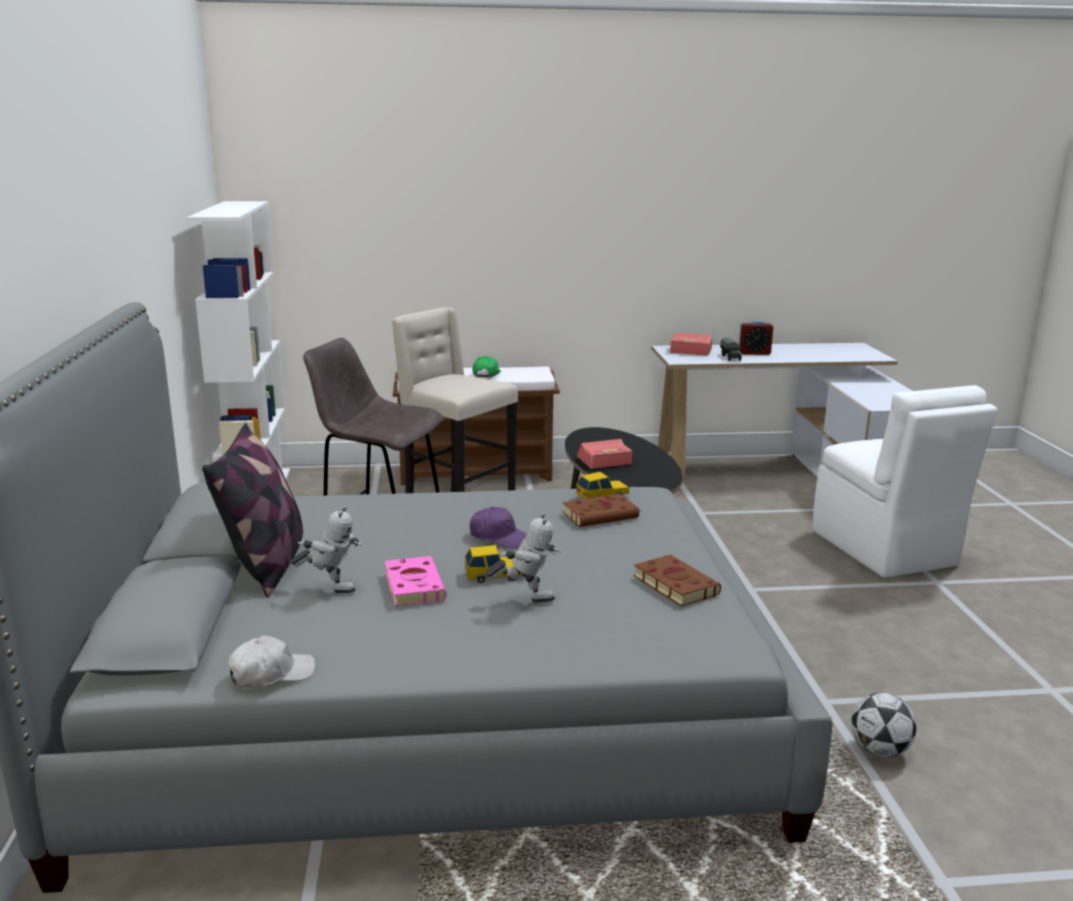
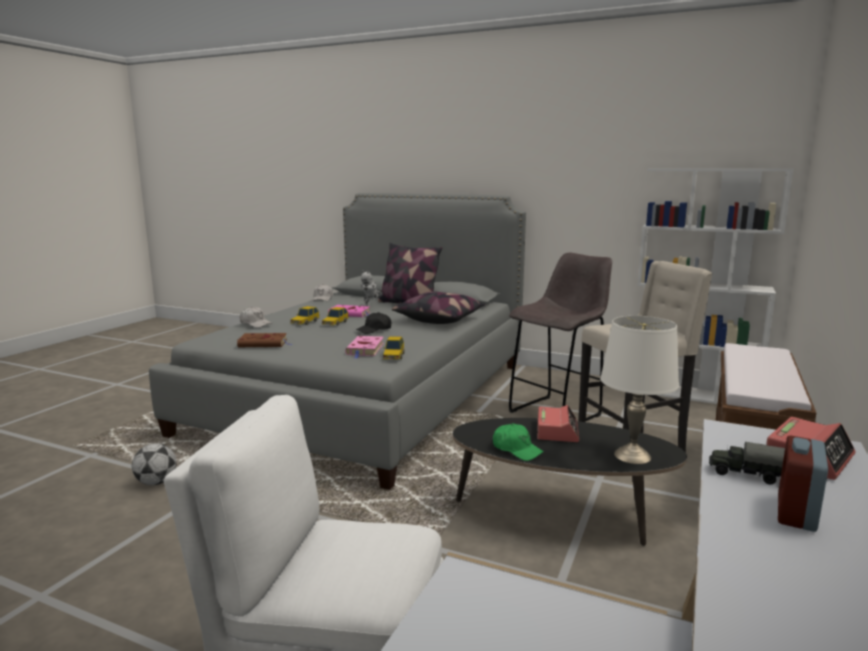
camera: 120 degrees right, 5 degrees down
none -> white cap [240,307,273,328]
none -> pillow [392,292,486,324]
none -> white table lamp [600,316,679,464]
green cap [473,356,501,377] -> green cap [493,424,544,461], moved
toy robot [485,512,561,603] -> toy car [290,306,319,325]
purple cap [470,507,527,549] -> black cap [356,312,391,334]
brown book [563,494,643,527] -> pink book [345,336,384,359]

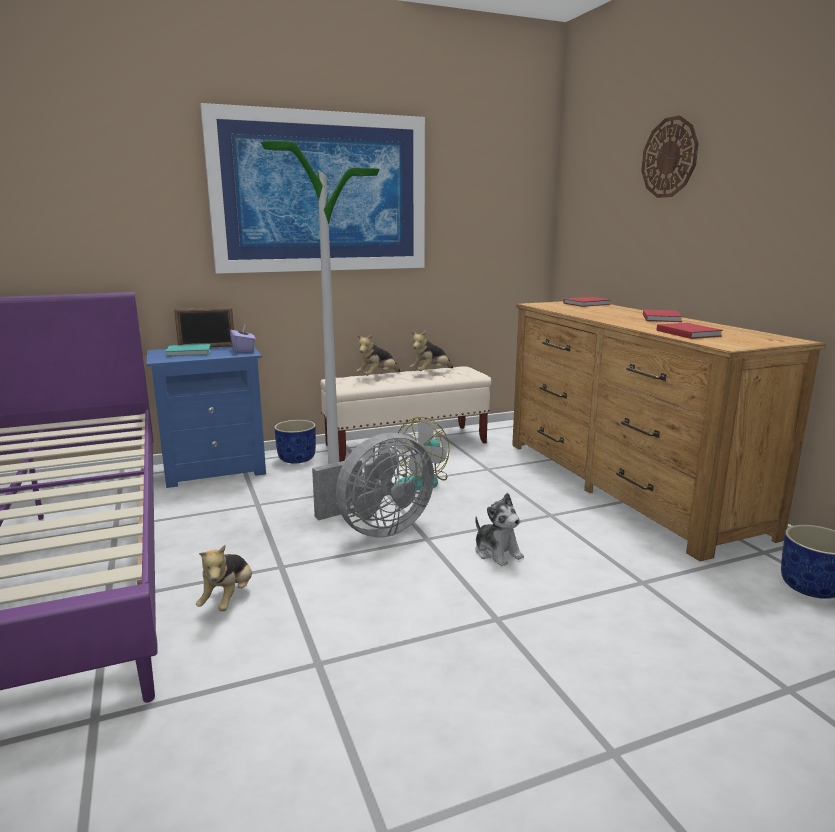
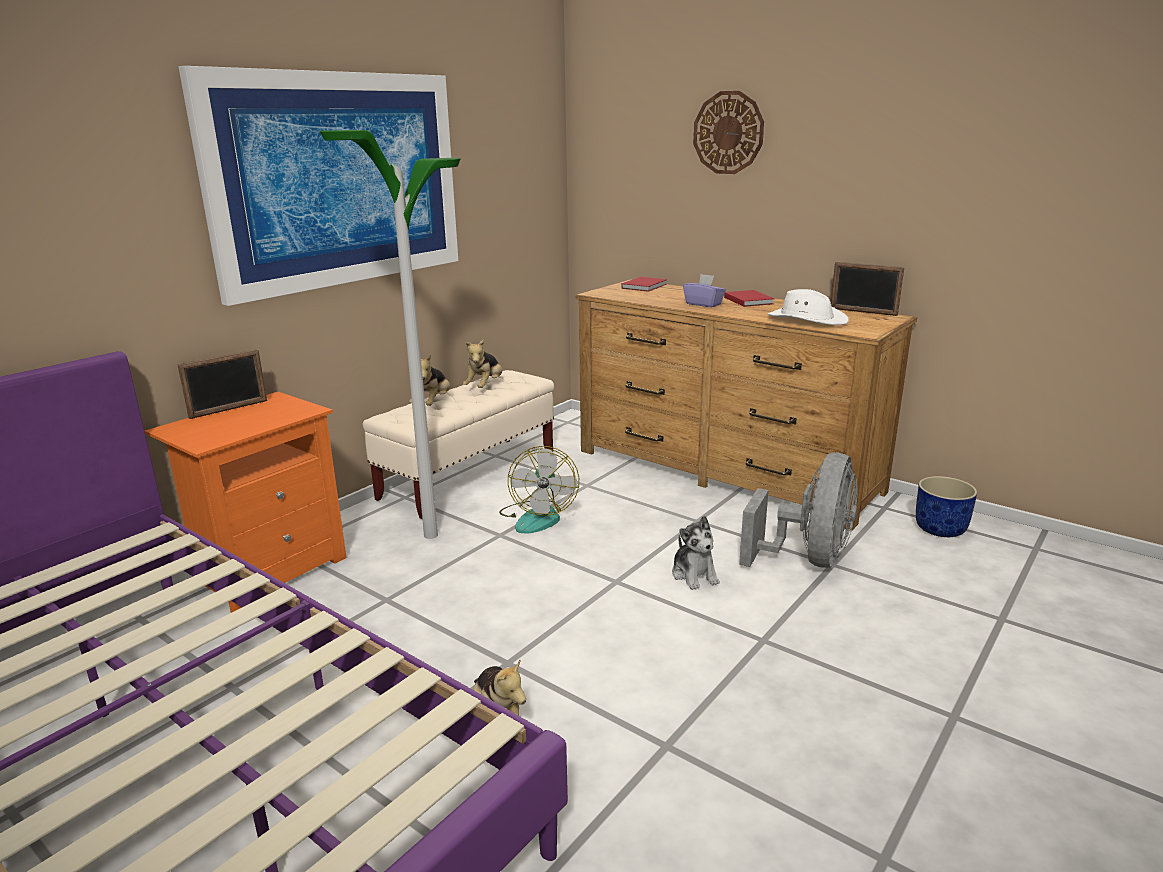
camera: 30 degrees left, 5 degrees up
turquoise book [165,344,211,357] -> none
blue planter [274,420,316,464] -> none
none -> picture frame [831,262,904,316]
purple tissue box [230,324,255,353] -> purple tissue box [683,274,726,307], moved
grey fan [312,433,434,538] -> grey fan [739,452,857,568], moved
red book [656,323,723,339] -> white hat [768,289,849,325]
blue nightstand [147,347,266,488] -> orange nightstand [145,392,347,613]
plush toy [475,493,524,566] -> plush toy [672,516,720,590], 45 degrees clockwise

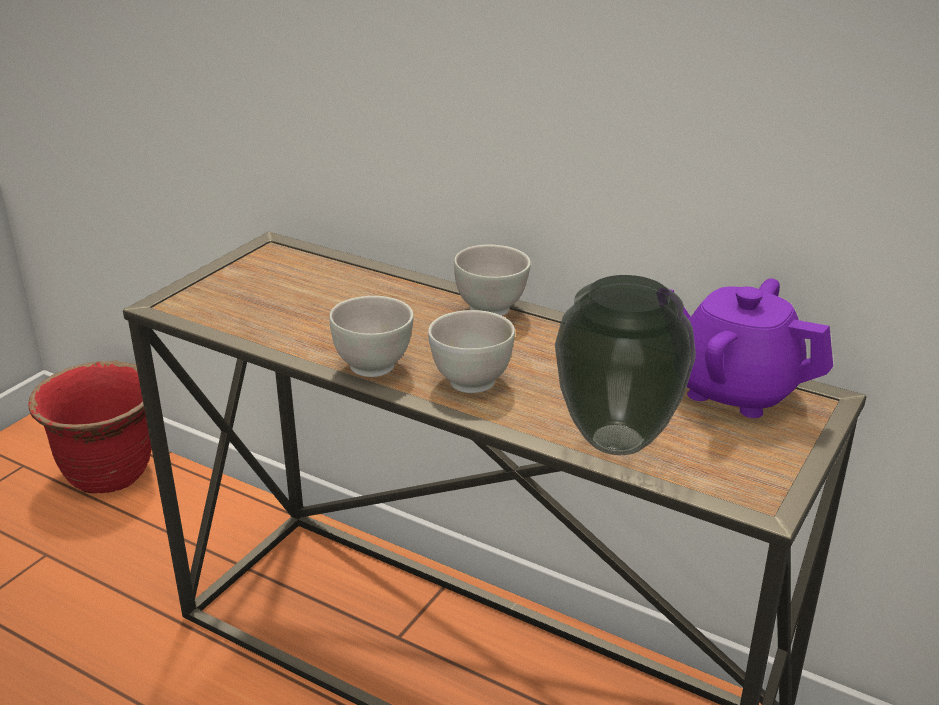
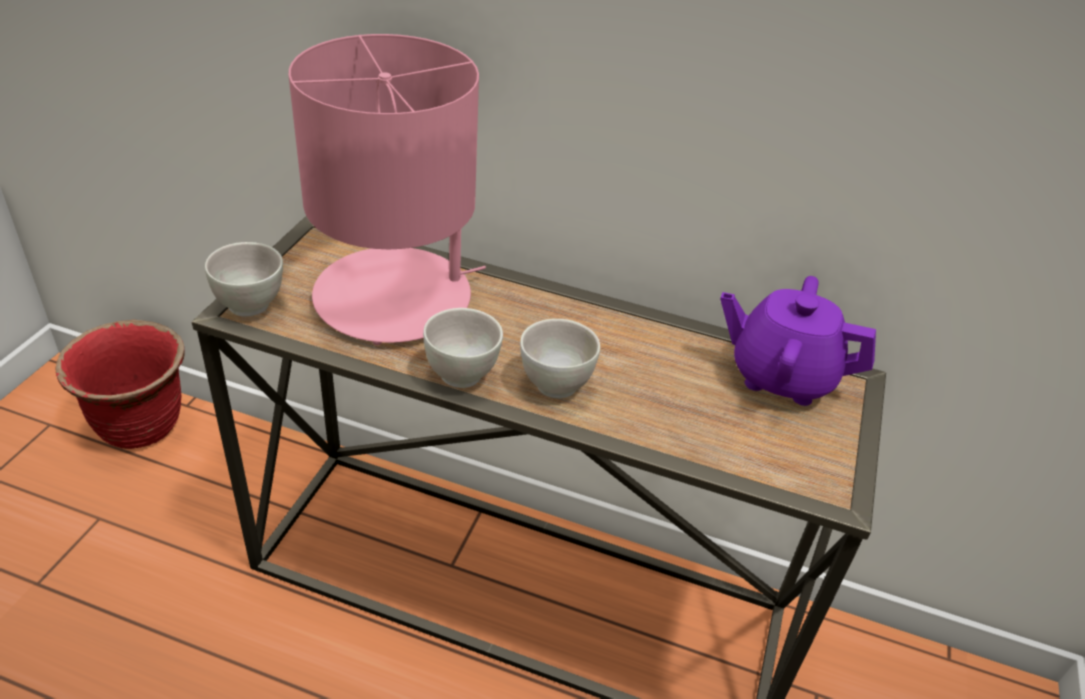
camera: 15 degrees left, 10 degrees up
vase [555,275,696,455] -> none
none -> pink table lamp [289,34,486,345]
white bowl [454,245,531,316] -> white bowl [205,242,283,317], moved

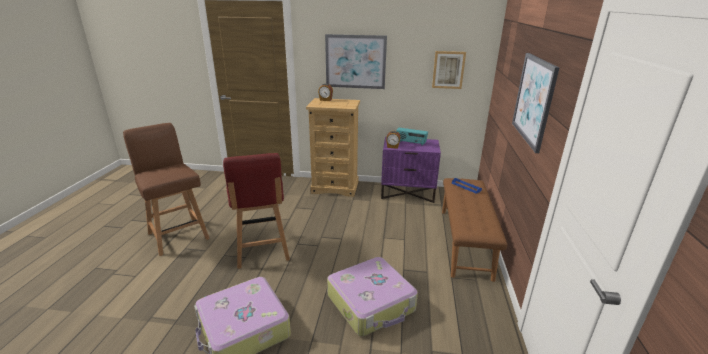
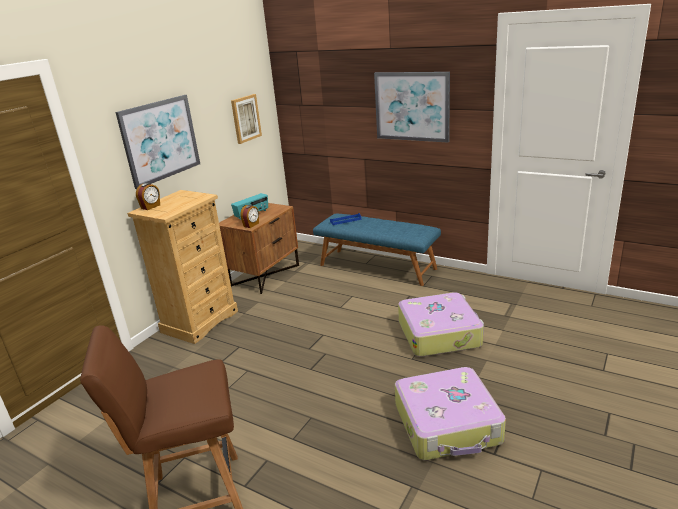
camera: 65 degrees left, 0 degrees up
red chair [223,153,290,269] -> none
purple nightstand [381,137,441,203] -> brown nightstand [219,203,299,294]
brown bench [442,178,507,282] -> blue bench [313,214,441,286]

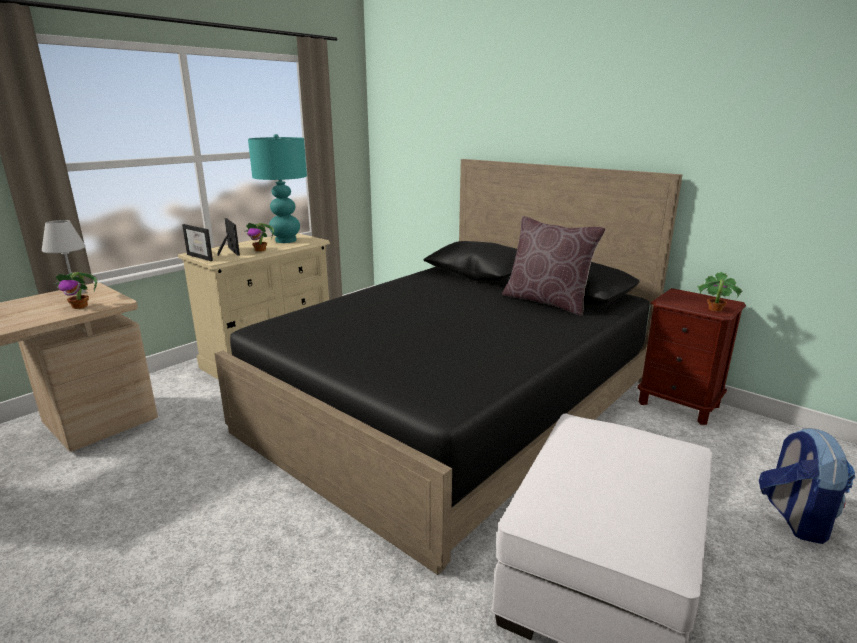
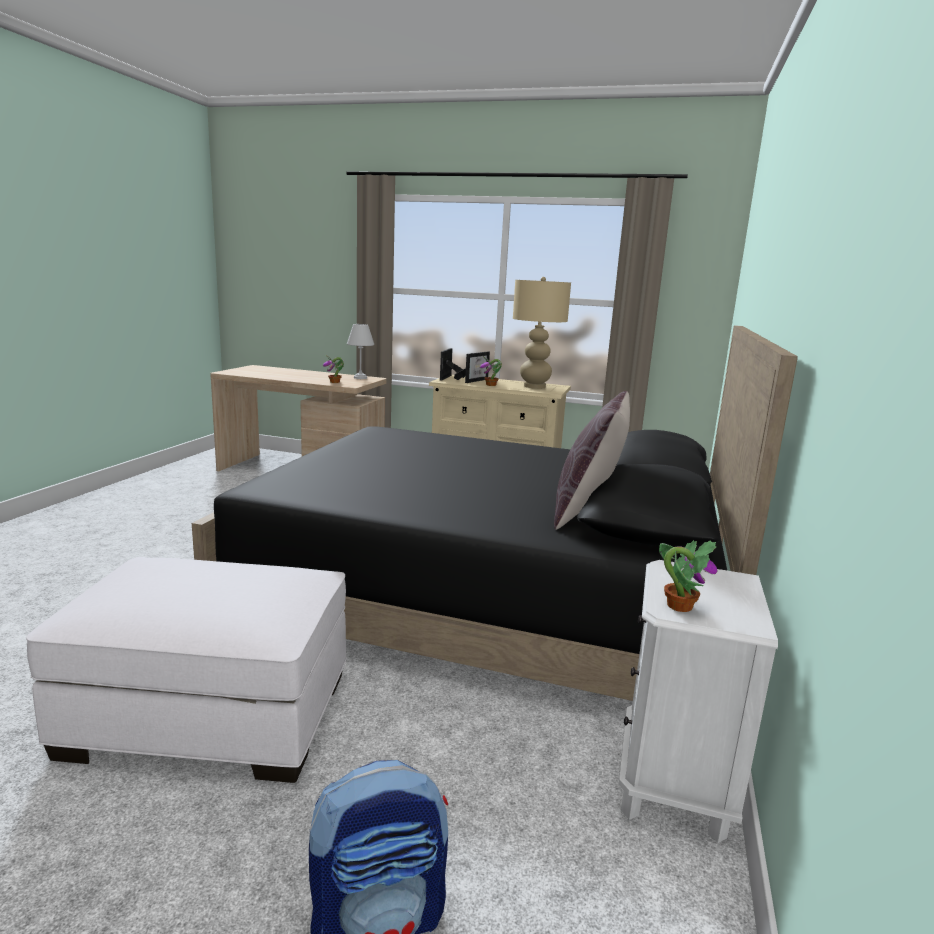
camera: 65 degrees right, 5 degrees down
turquoise table lamp [248,134,307,243] -> beige table lamp [513,277,571,389]
brown nightstand [638,288,746,425] -> white nightstand [619,560,778,843]

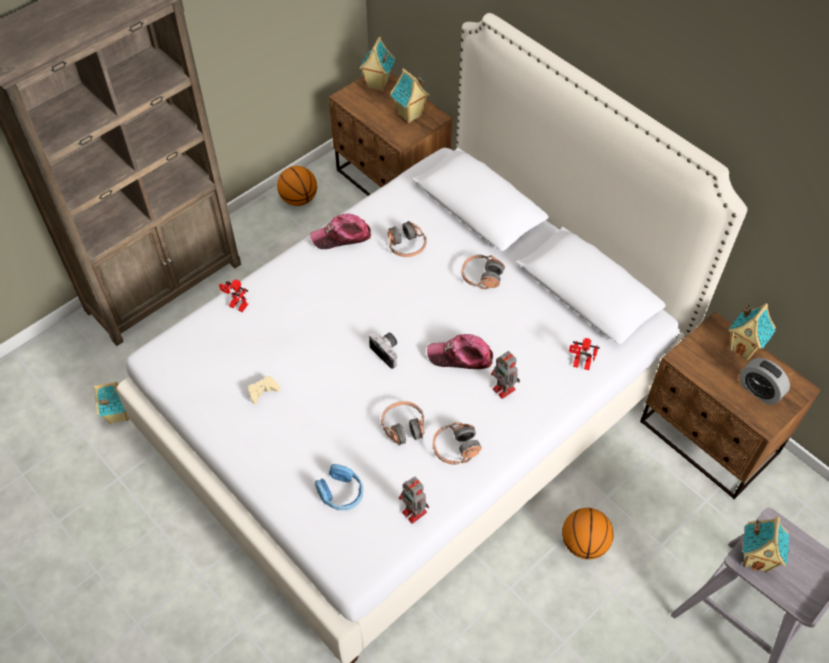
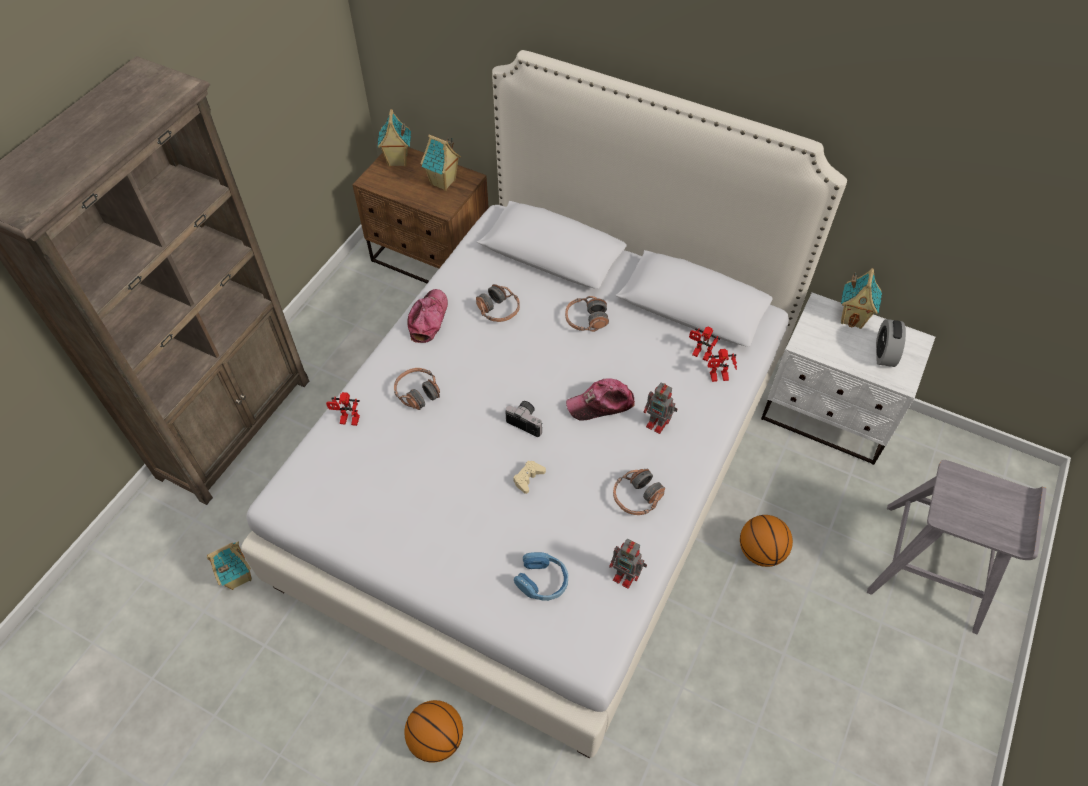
camera: 20 degrees left, 0 degrees up
toy house [743,516,789,573] -> none
none -> toy robot [689,327,720,361]
beige game controller [248,376,280,404] -> beige game controller [513,461,546,494], moved
basketball [277,166,317,206] -> basketball [404,700,463,763], moved
headphones [381,401,424,446] -> headphones [394,368,440,410], moved
brown nightstand [640,312,821,499] -> white nightstand [761,292,935,465]
cap [310,214,371,249] -> cap [407,289,448,343], 135 degrees clockwise
alarm clock [739,358,790,405] -> alarm clock [876,319,906,367], 75 degrees clockwise

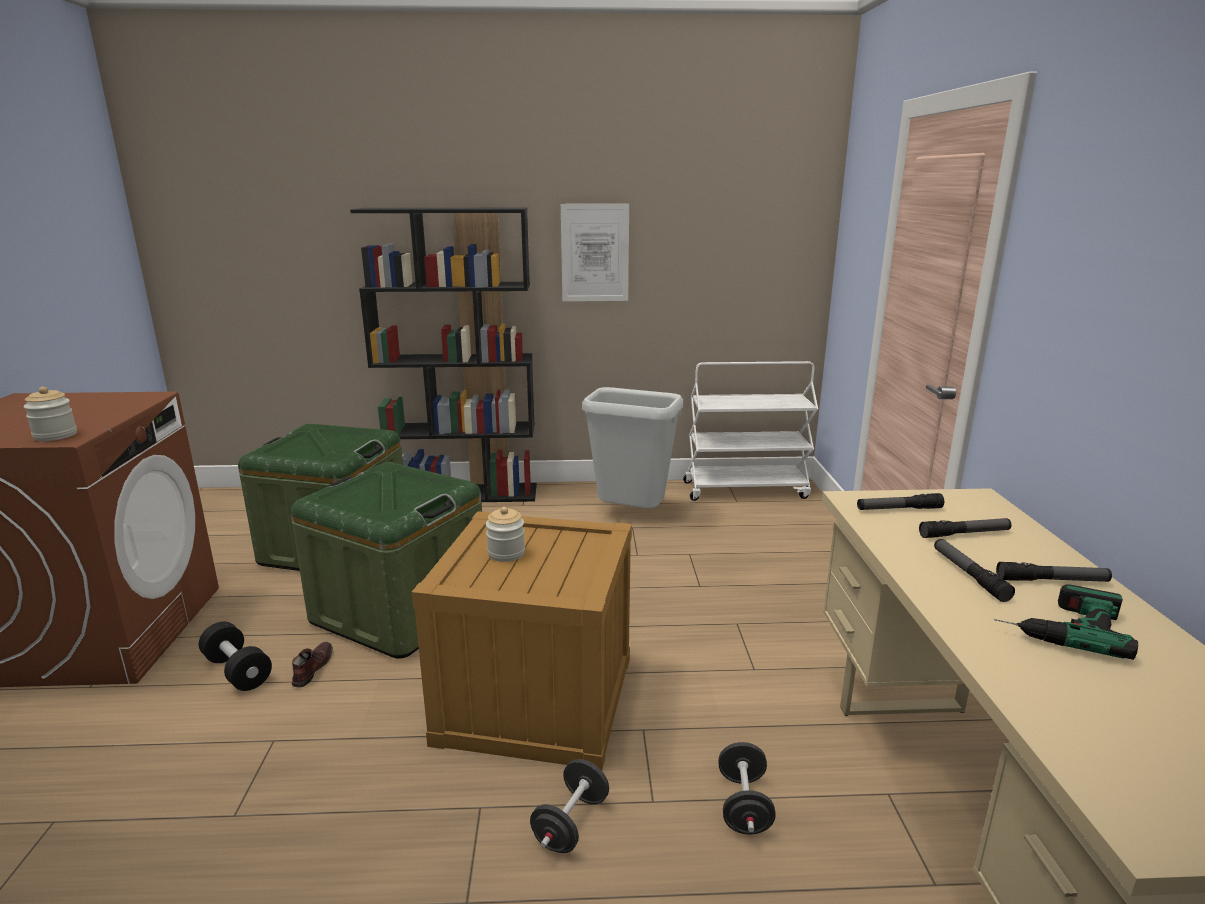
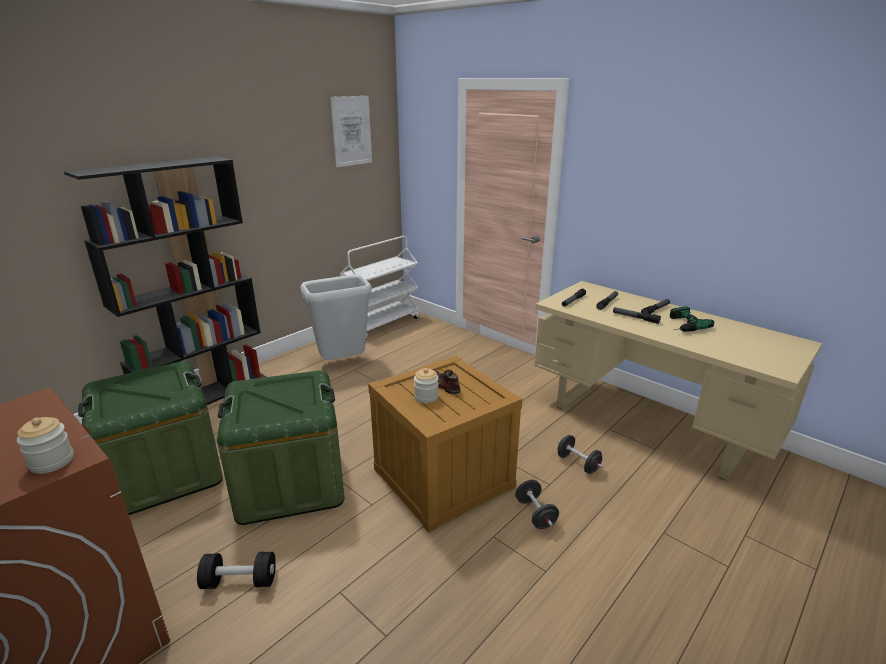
camera: 45 degrees left, 5 degrees up
brown shoe [292,642,333,688] -> brown shoe [434,369,461,394], moved
picture [561,204,629,301] -> picture [330,96,372,167], moved

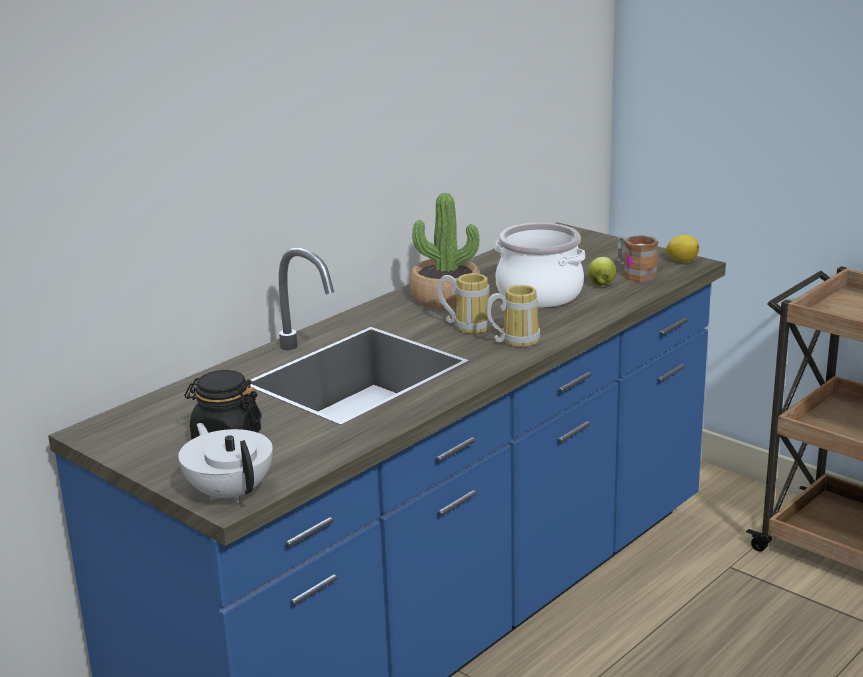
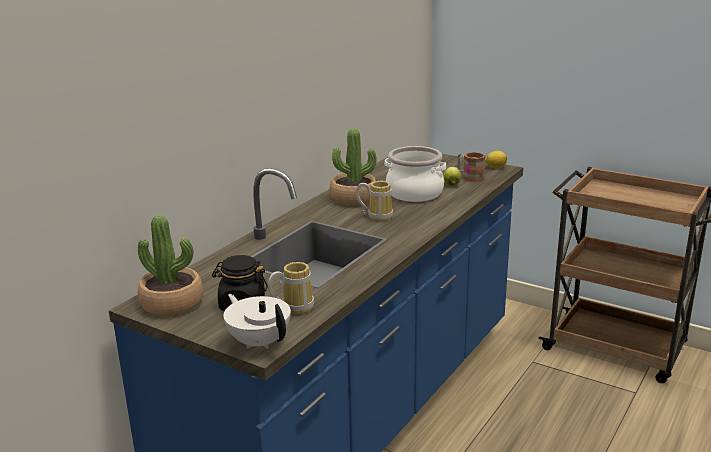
camera: 10 degrees left, 0 degrees up
none -> potted plant [138,215,203,316]
mug [486,285,540,347] -> mug [268,262,314,314], moved

